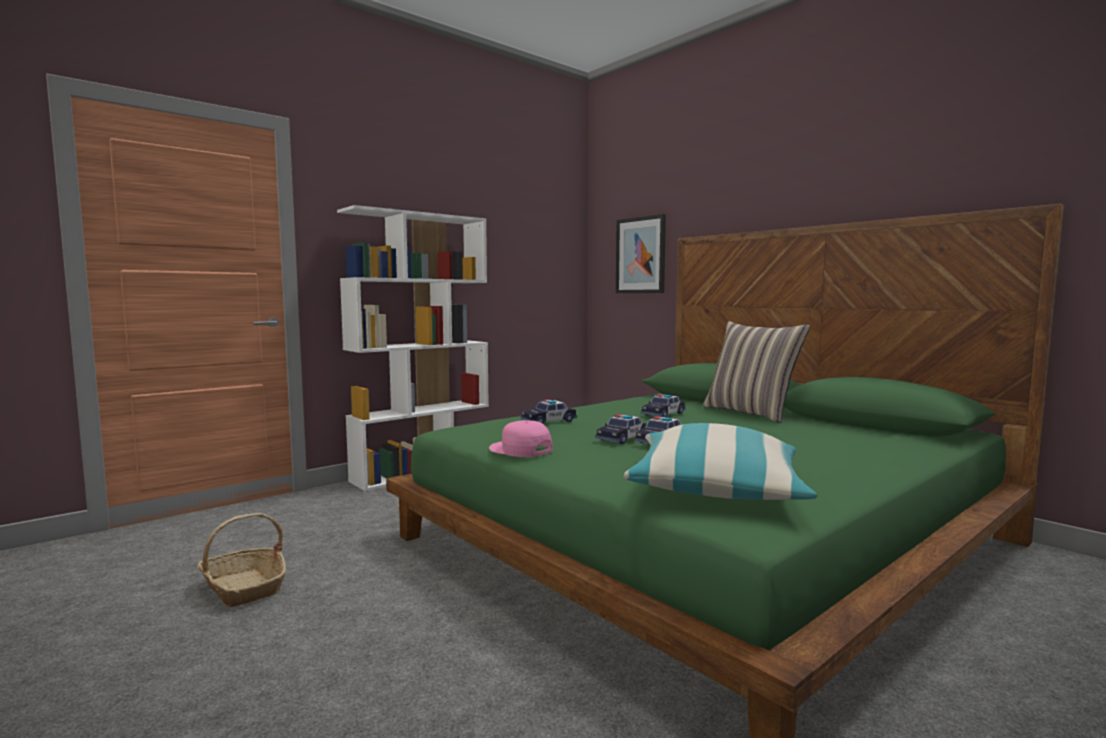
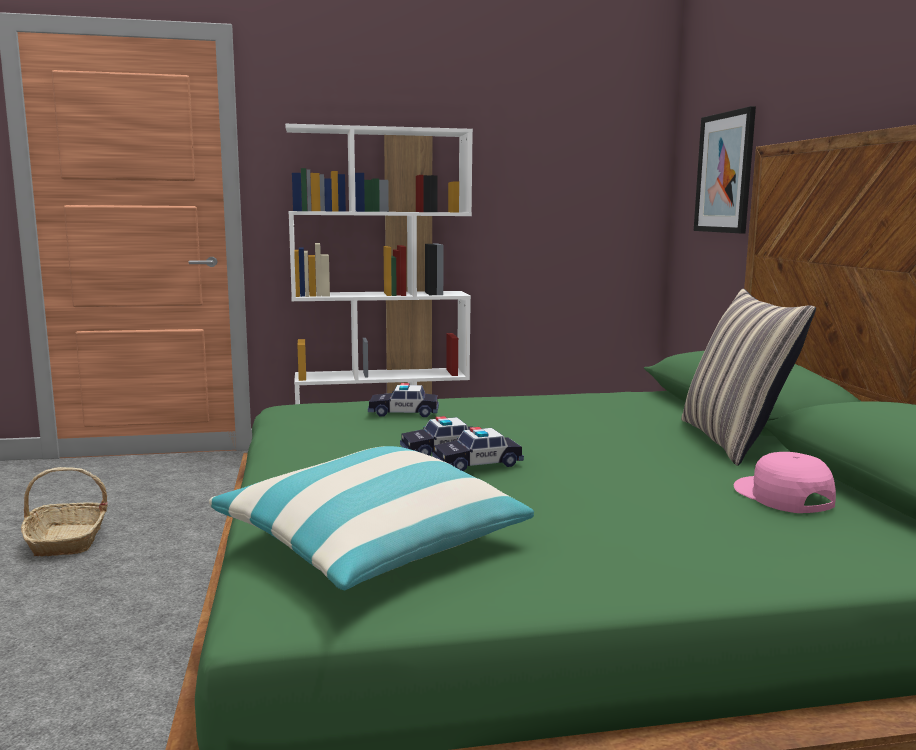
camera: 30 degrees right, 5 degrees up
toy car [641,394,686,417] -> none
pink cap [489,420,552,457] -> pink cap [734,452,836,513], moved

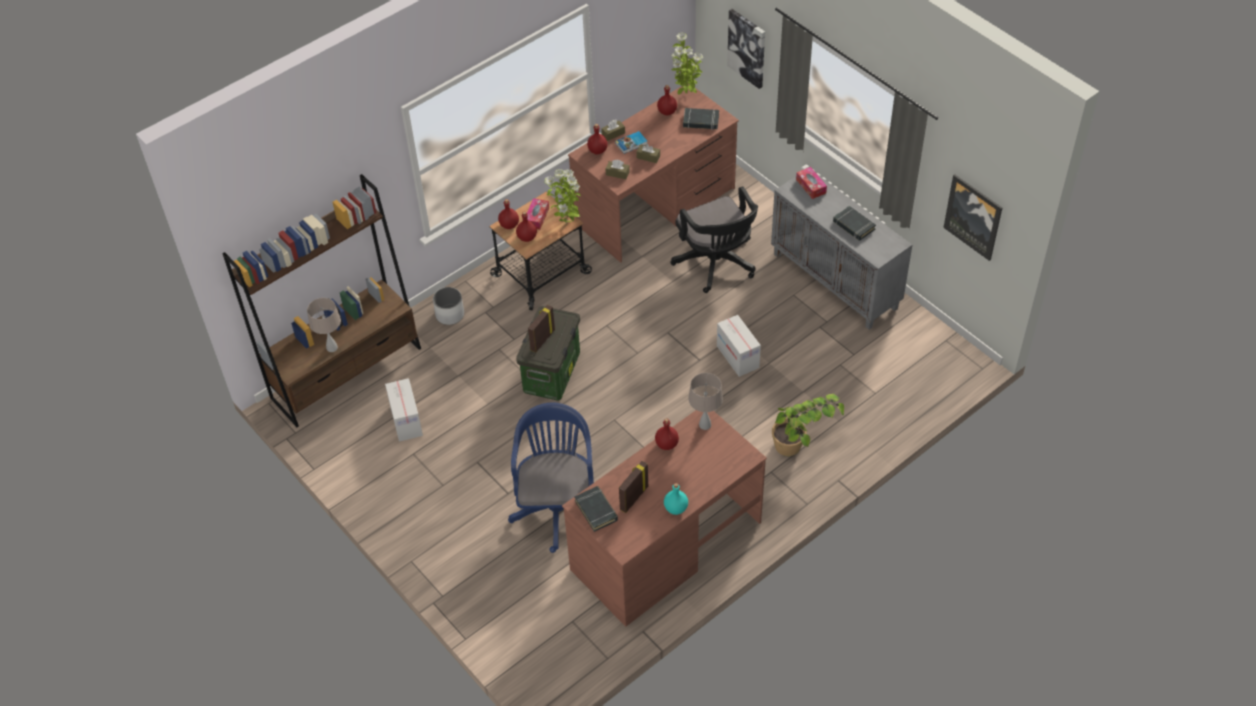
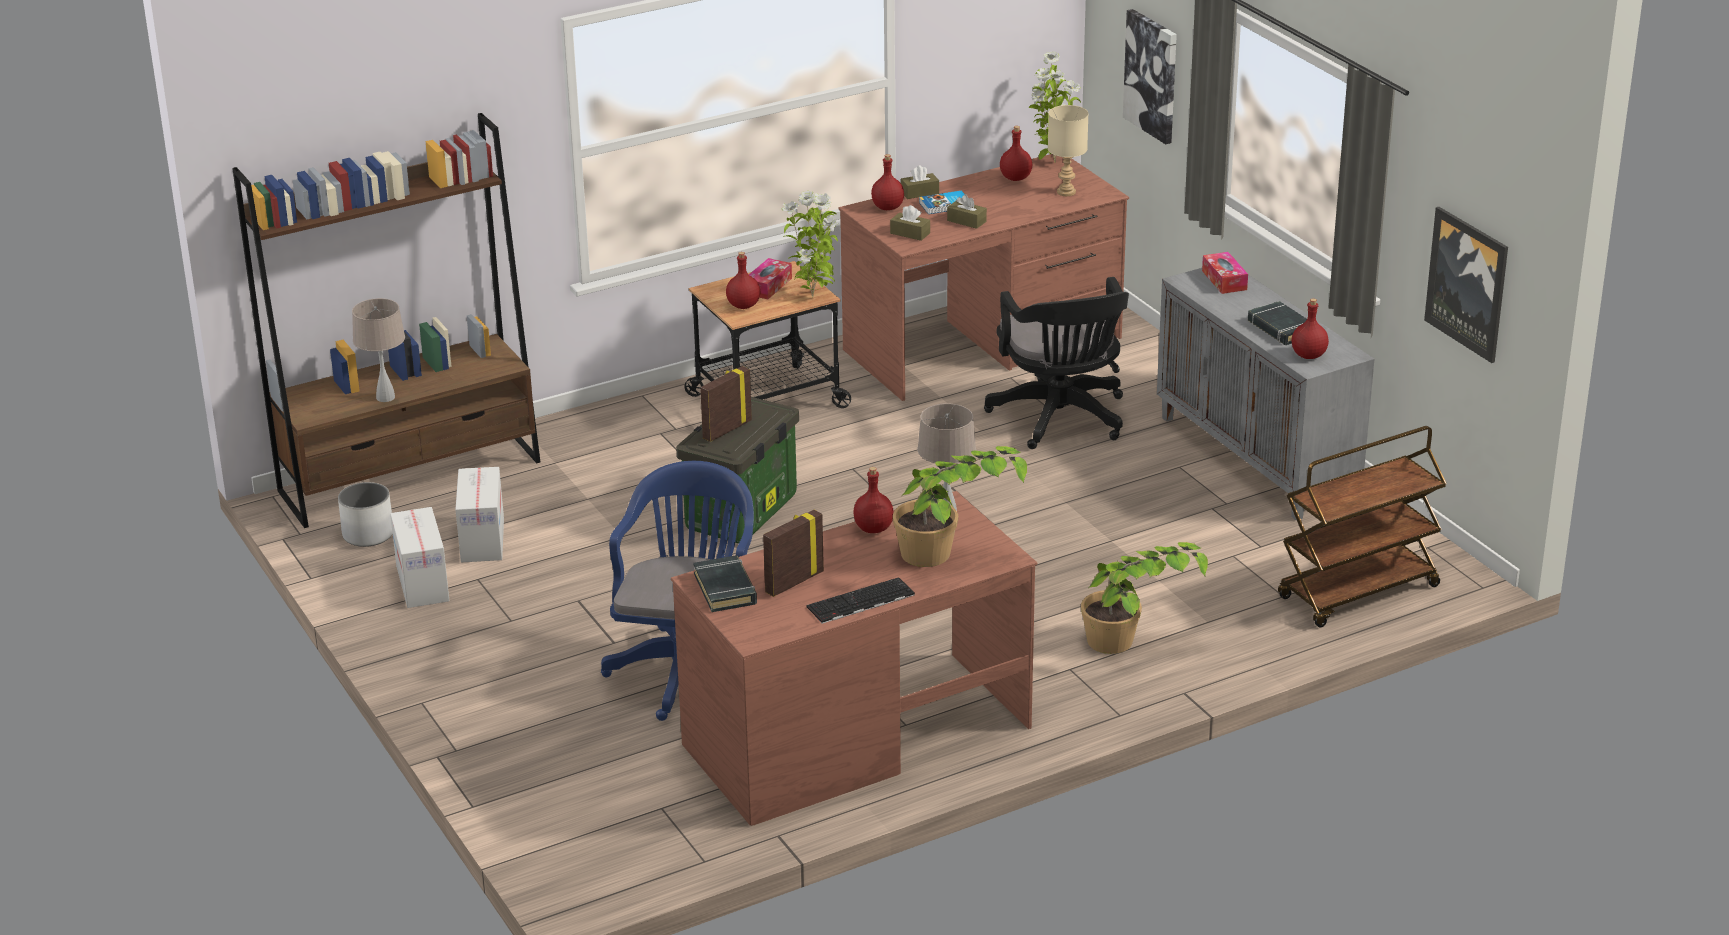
camera: 10 degrees right, 20 degrees down
none -> potted plant [893,446,1027,567]
none -> brown cart [1278,426,1447,628]
white planter [433,287,464,325] -> white planter [338,482,393,547], moved
red bottle [498,199,519,229] -> red bottle [1291,298,1329,359], moved
cardboard box [717,315,761,377] -> cardboard box [390,507,449,608], moved
turquoise bottle [664,483,688,515] -> keyboard [806,577,915,624]
black book [683,108,719,130] -> beige table lamp [1048,105,1089,196]

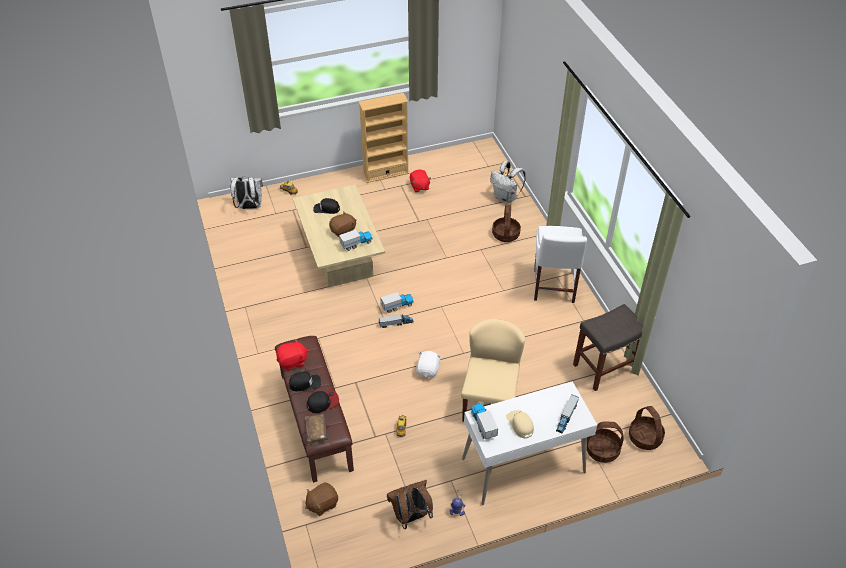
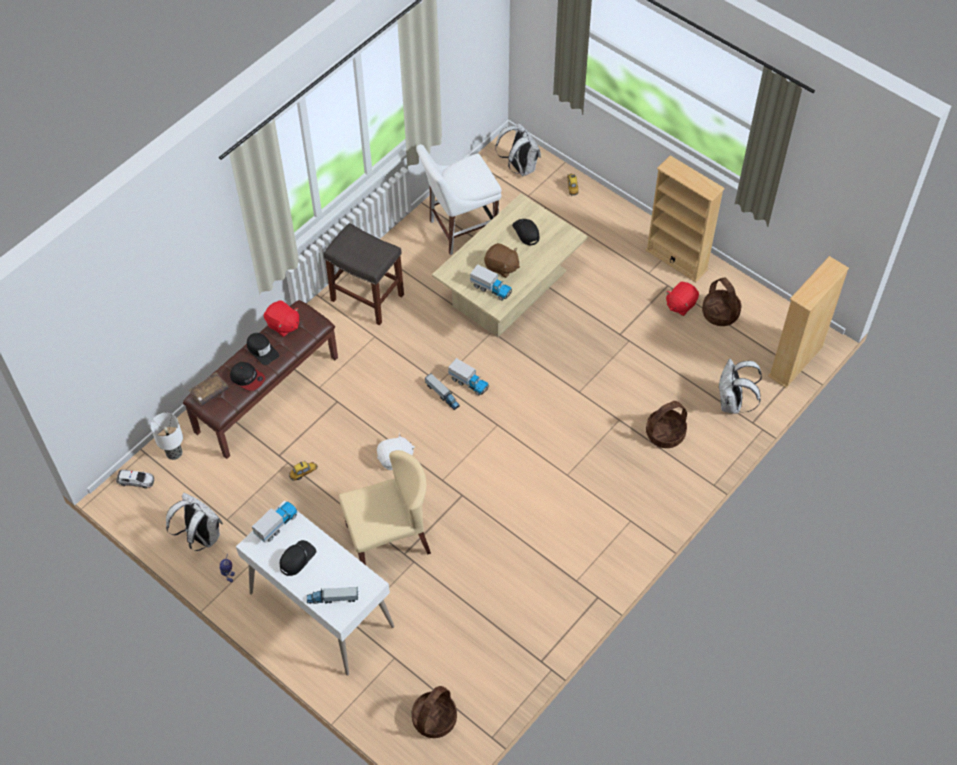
camera: 60 degrees right, 10 degrees up
none -> toy car [116,470,154,489]
none -> beige bookcase [768,256,849,388]
white chair [534,226,587,303] -> white chair [416,144,502,255], moved
grey stool [573,304,644,391] -> grey stool [323,223,404,325], moved
basket [587,422,624,463] -> basket [702,277,741,326], moved
brown plush toy [305,483,338,516] -> table lamp [150,413,183,460]
brown backpack [387,480,433,529] -> white backpack [166,493,223,551]
beige cap [506,410,534,439] -> black cap [280,540,316,576]

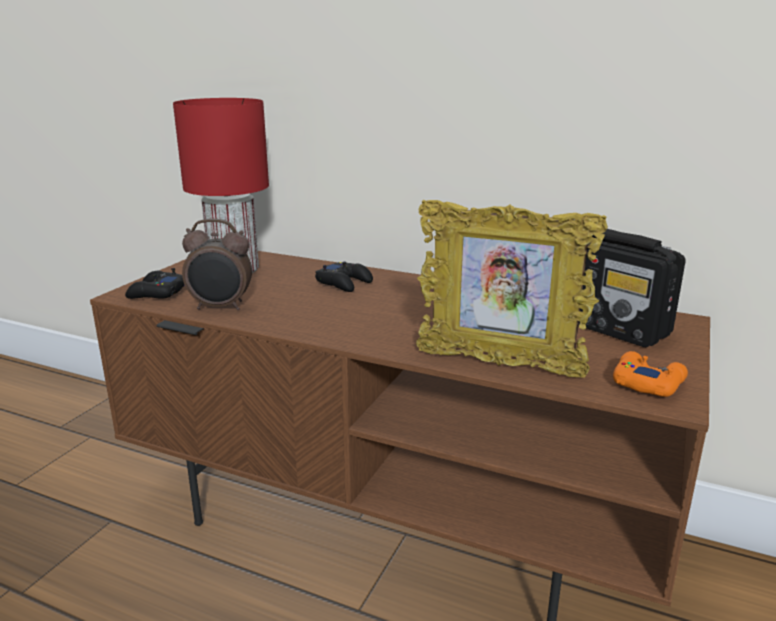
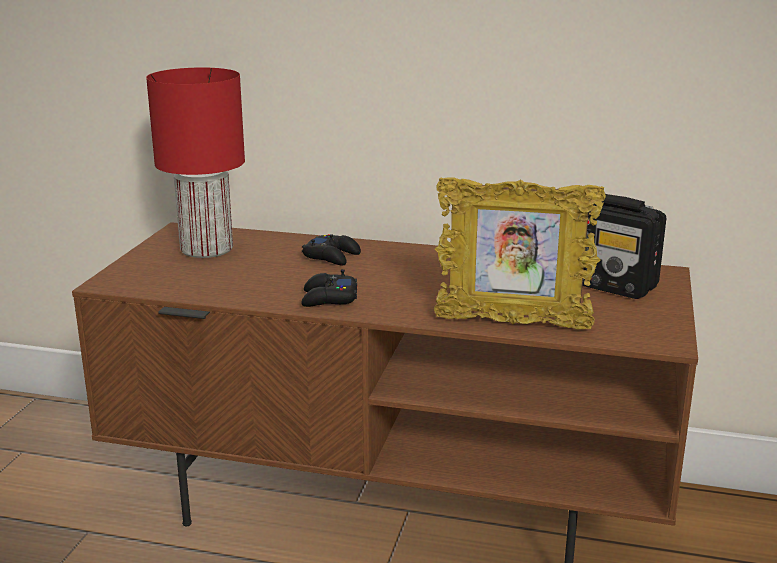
camera: 10 degrees left, 0 degrees up
alarm clock [182,219,252,310] -> none
orange game controller [613,351,688,397] -> none
black game controller [125,268,184,299] -> black game controller [301,269,357,307], moved

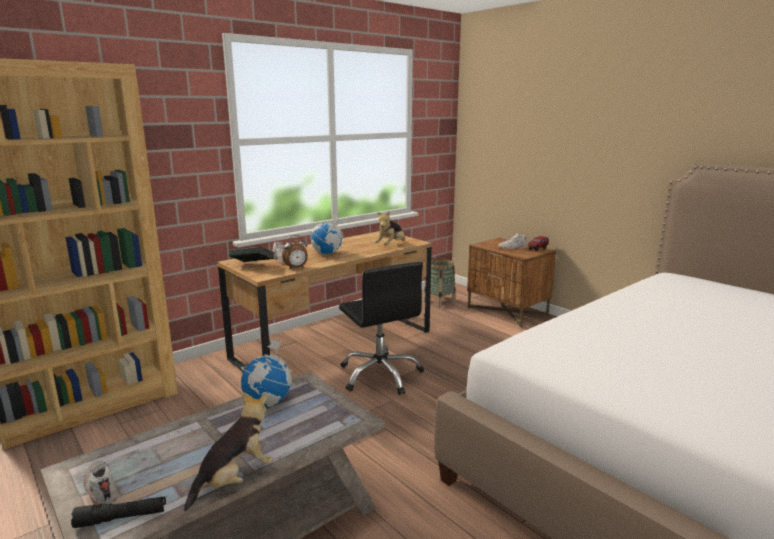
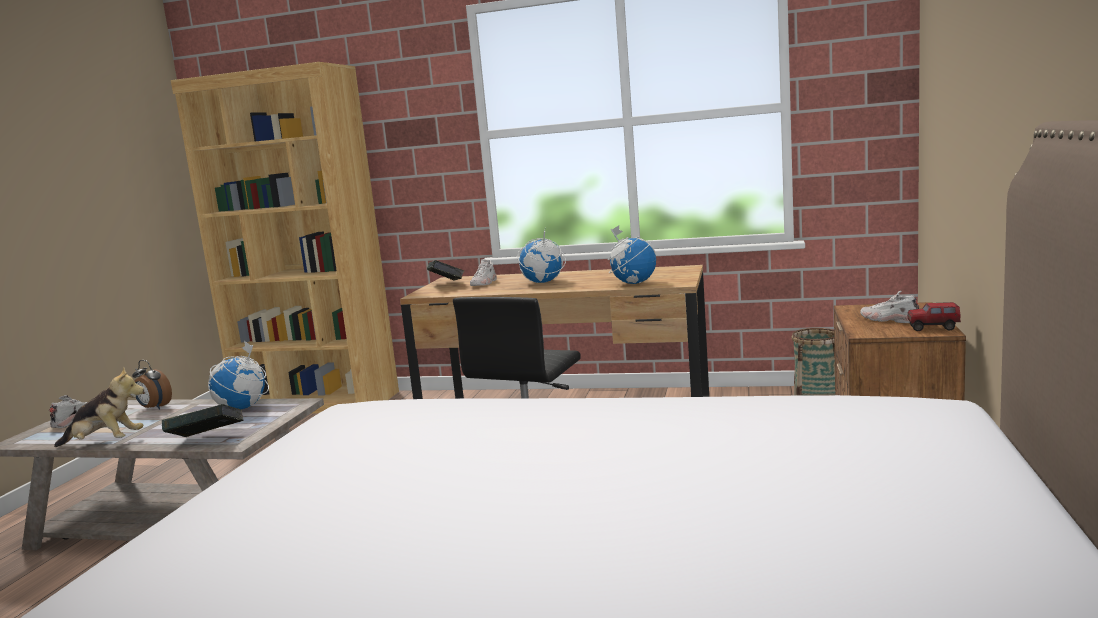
camera: 55 degrees right, 5 degrees down
black flashlight [71,497,166,528] -> none
none -> book [162,404,243,437]
alarm clock [282,235,308,269] -> alarm clock [132,360,172,410], moved
plush toy [374,211,405,246] -> globe [608,225,656,284]

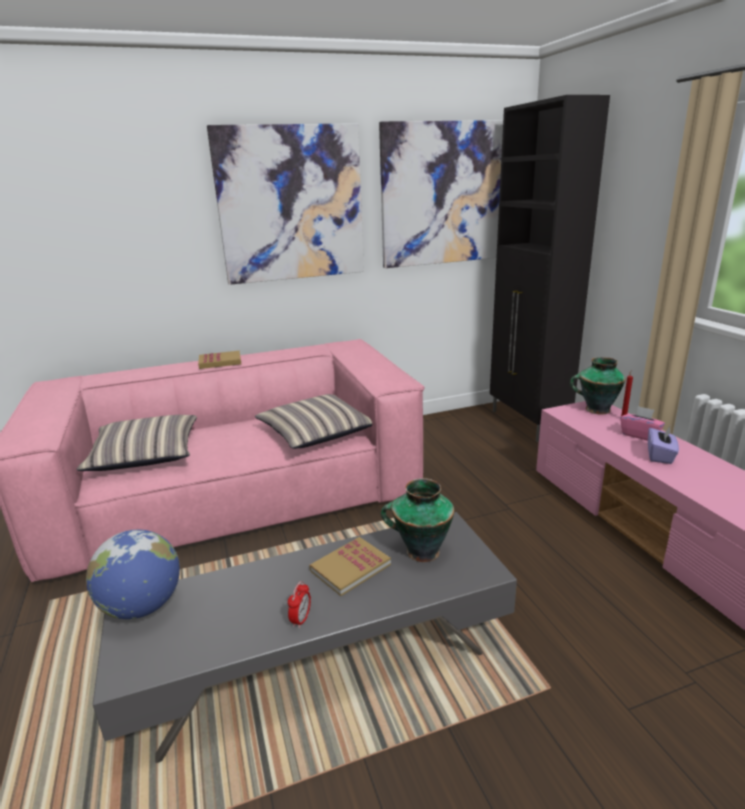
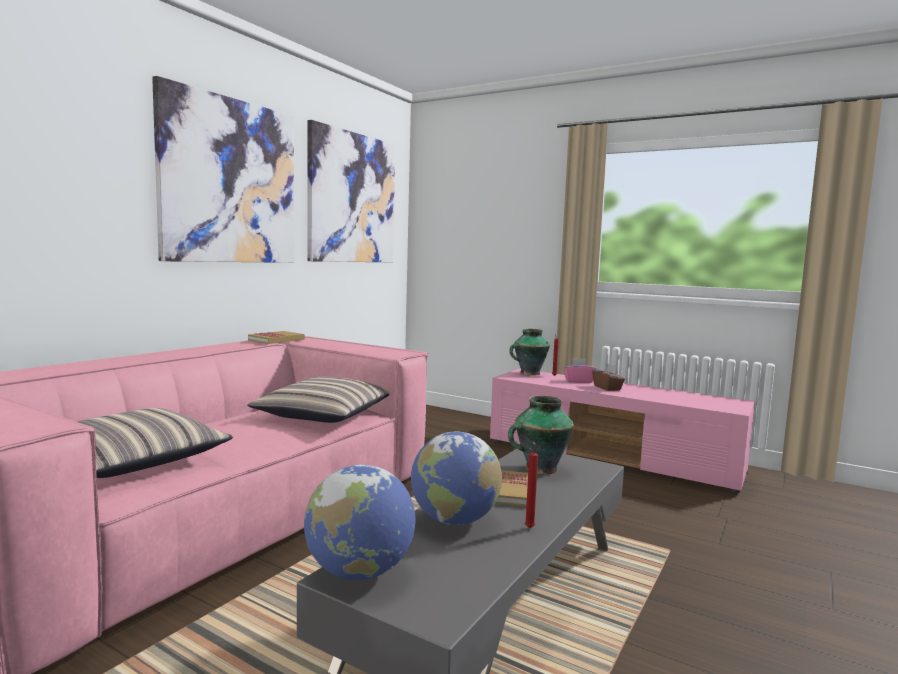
camera: 40 degrees left, 15 degrees down
black cabinet [490,95,610,442] -> none
none -> globe [411,432,502,525]
book [198,351,241,369] -> book [248,331,305,344], moved
alarm clock [288,581,311,628] -> red candle [525,447,538,528]
purple tissue box [648,426,679,464] -> brown tissue box [592,364,625,391]

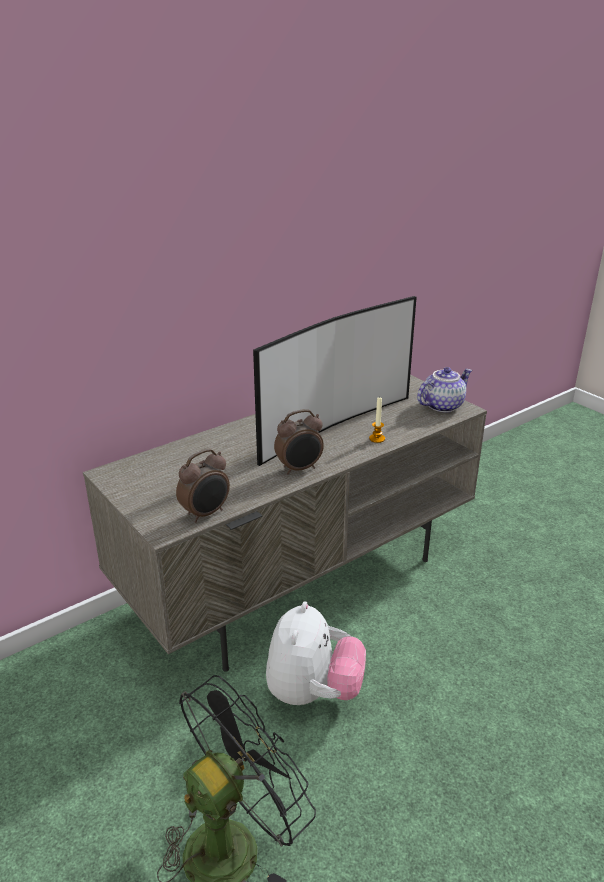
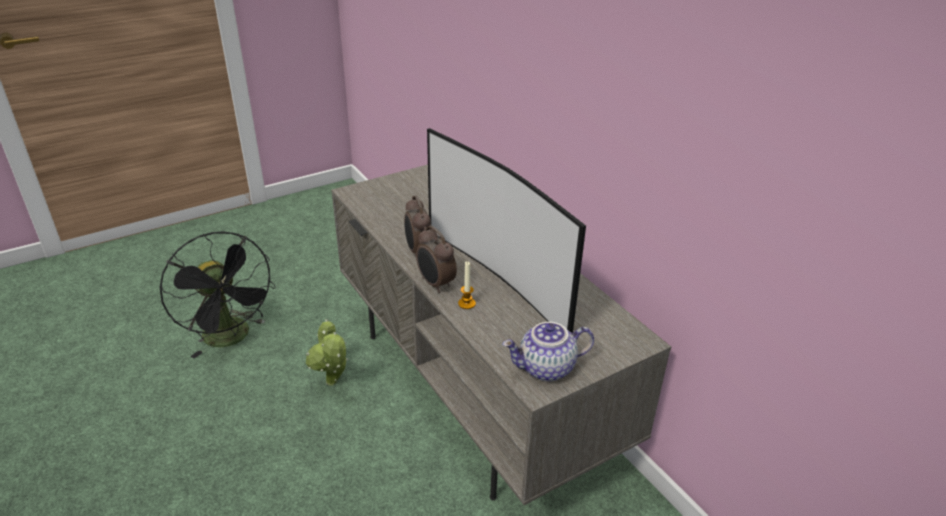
camera: 95 degrees right, 5 degrees up
alarm clock [176,449,230,523] -> alarm clock [416,225,457,293], moved
plush toy [266,601,366,705] -> potted plant [306,319,349,385]
teapot [417,367,472,412] -> teapot [502,322,594,382], 105 degrees clockwise

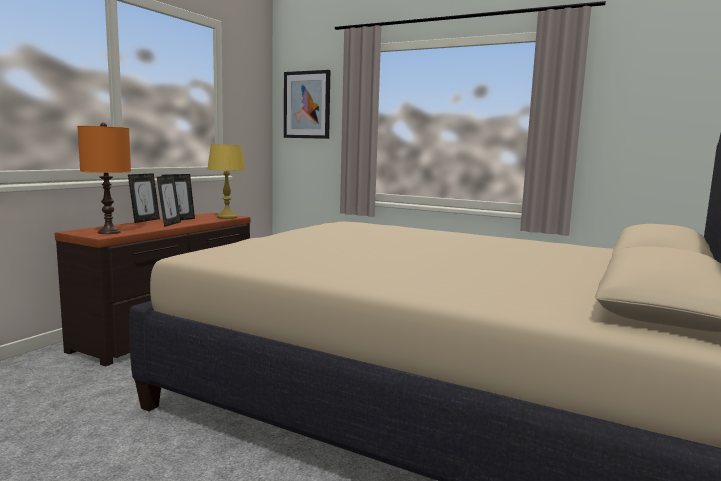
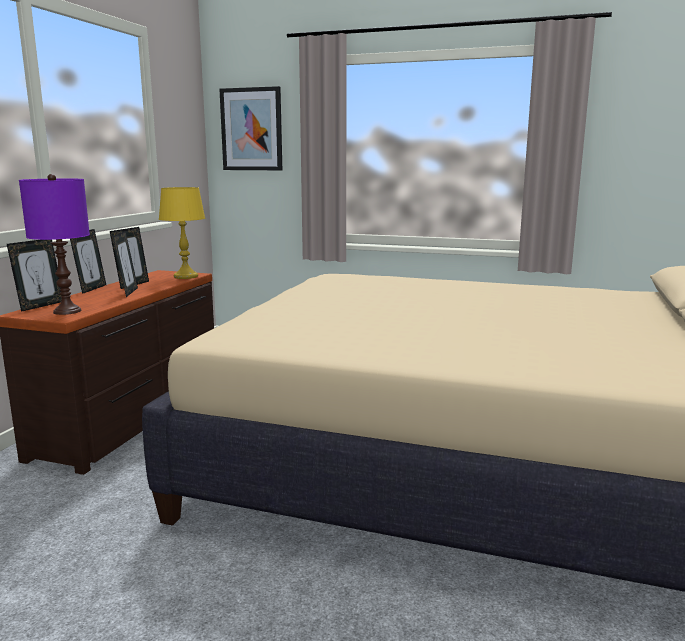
camera: 10 degrees left, 5 degrees up
none -> picture frame [7,240,62,312]
orange table lamp [77,123,131,234] -> purple table lamp [19,174,90,315]

